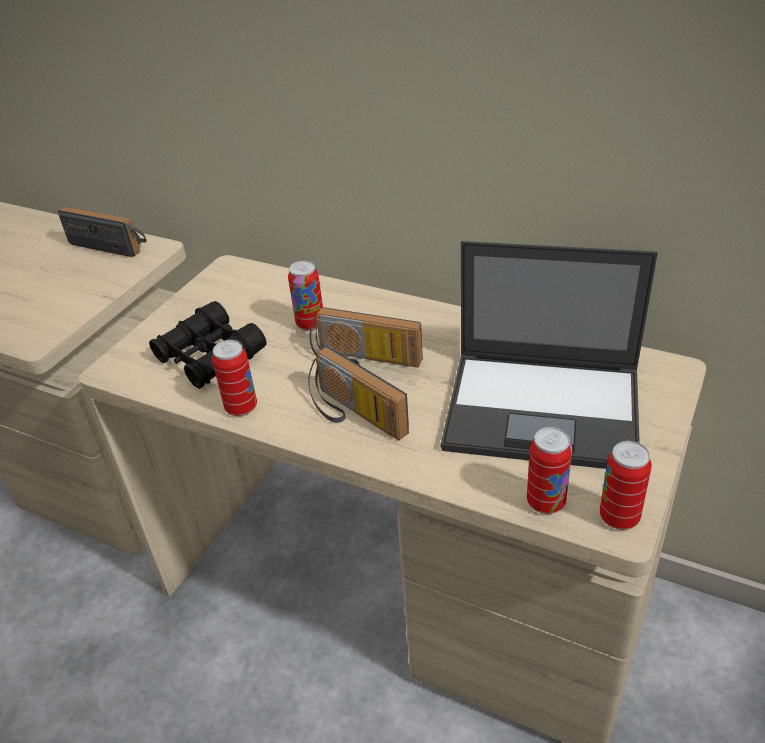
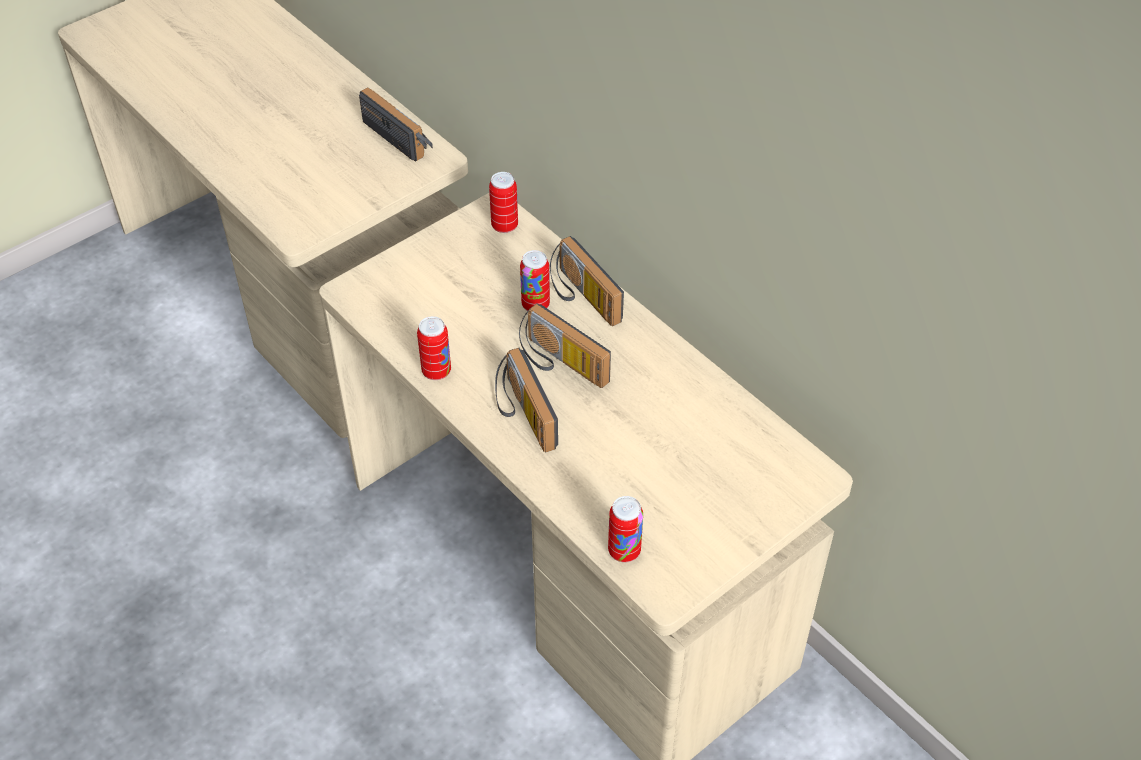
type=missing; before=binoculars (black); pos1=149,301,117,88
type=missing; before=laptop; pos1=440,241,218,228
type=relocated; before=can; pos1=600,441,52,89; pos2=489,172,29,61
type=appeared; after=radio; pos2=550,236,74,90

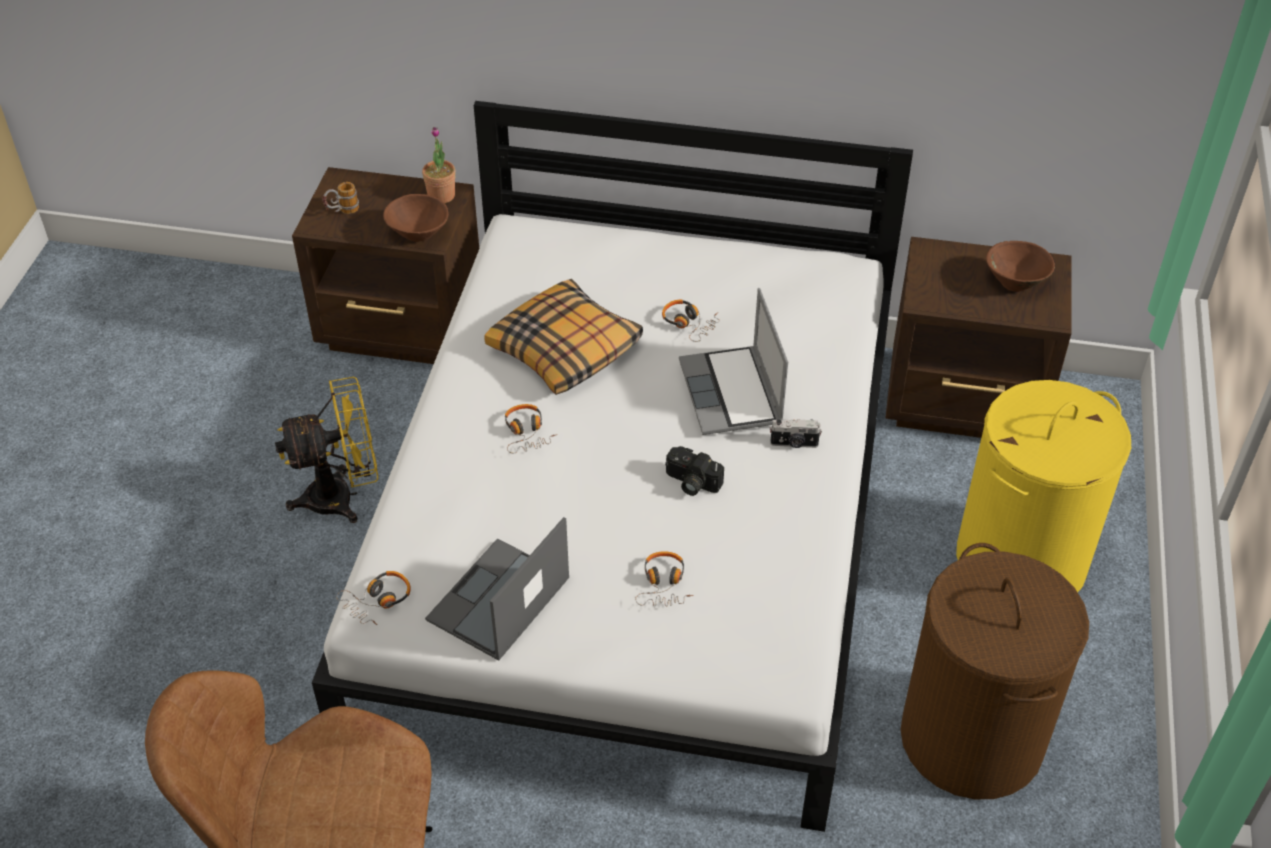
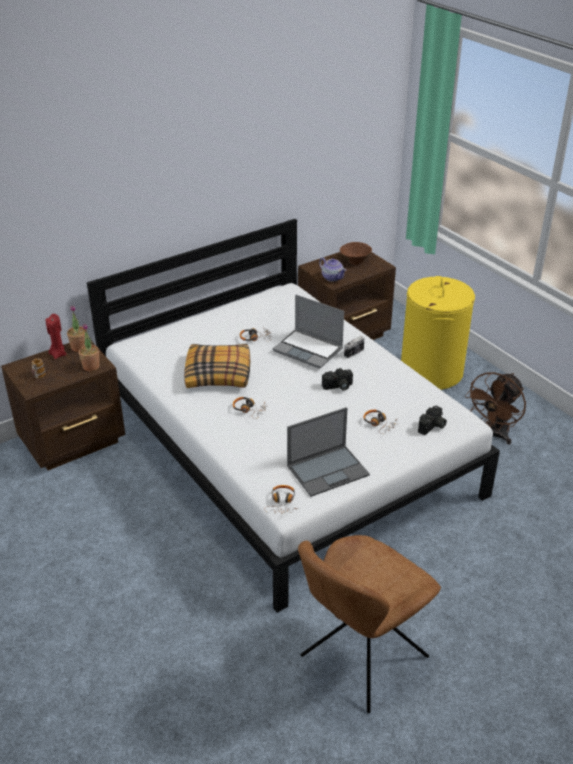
type=missing; before=fan (yellow); pos1=275,377,103,146
type=exchanged; before=bowl (brown); after=potted plant; pos1=383,194,66,48; pos2=79,324,21,47
type=spun; before=laptop; pos1=425,517,144,144; pos2=287,407,83,90; turn=-105
type=exchanged; before=laundry basket (brown); after=fan (brown); pos1=900,543,189,256; pos2=465,372,61,73
type=appeared; after=candle (red); pos2=46,314,20,45
type=appeared; after=teapot; pos2=319,258,28,24
type=appeared; after=photo camera; pos2=418,406,29,29

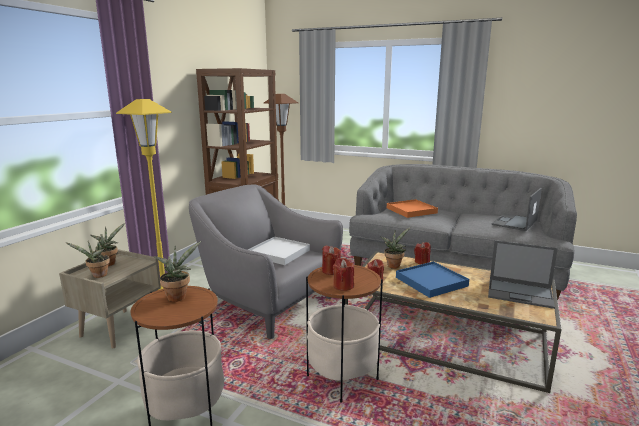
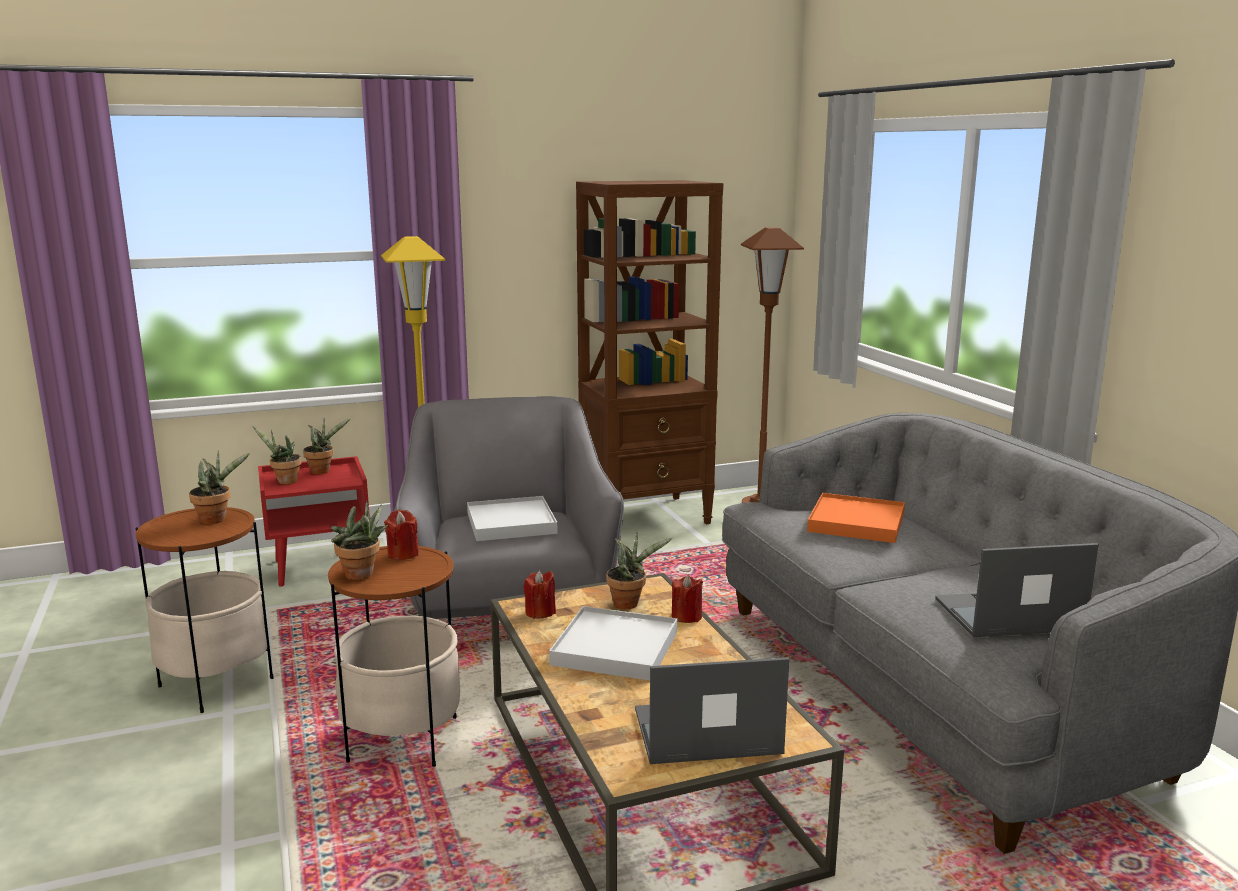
type=colour; before=nightstand (beige); after=nightstand (red); pos1=59,249,102,99; pos2=258,456,112,131
type=exchanged; before=candle (red); after=potted plant; pos1=333,258,21,33; pos2=331,501,57,79
type=colour; before=tray (blue); after=tray (white); pos1=396,261,73,37; pos2=549,606,128,75
type=spun; before=laptop; pos1=488,240,70,69; pos2=635,657,154,107; turn=105

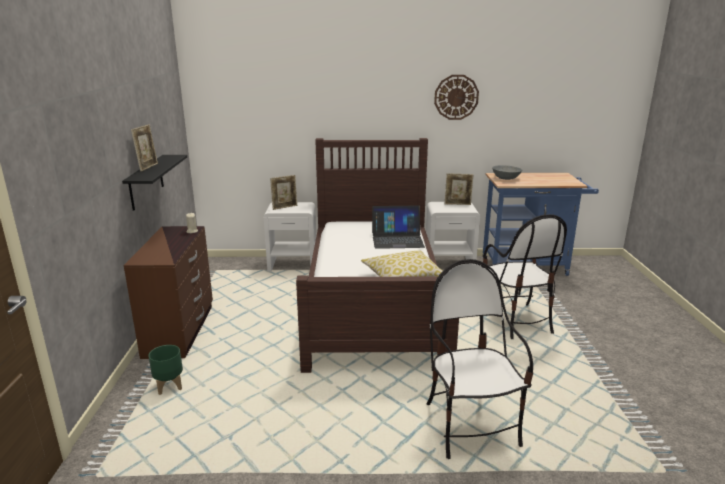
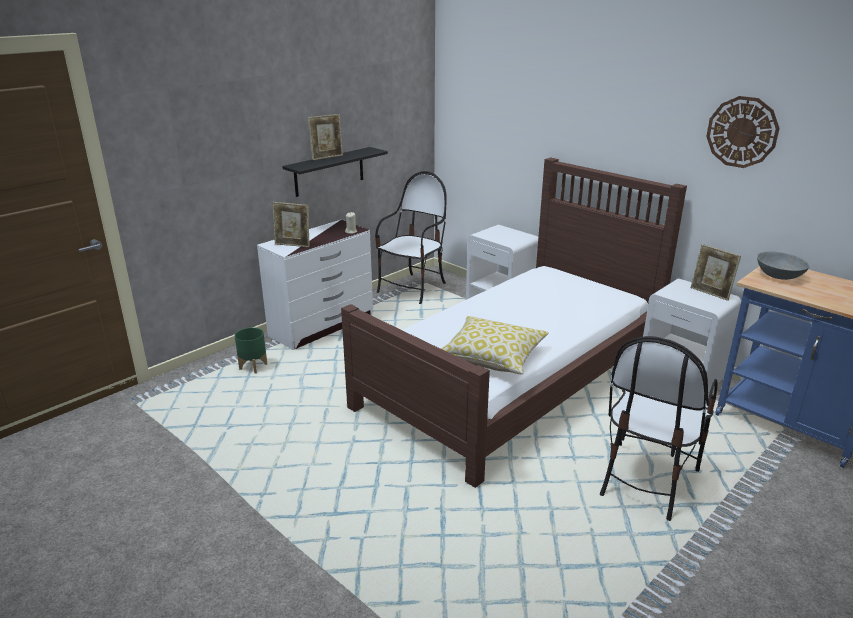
type=colour; before=dresser (brown); after=dresser (white); pos1=124,226,89,133; pos2=257,220,116,130
type=relocated; before=picture frame; pos1=270,175,27,35; pos2=273,202,37,45
type=missing; before=laptop; pos1=372,205,53,44
type=relocated; before=chair; pos1=427,259,106,200; pos2=375,171,72,133

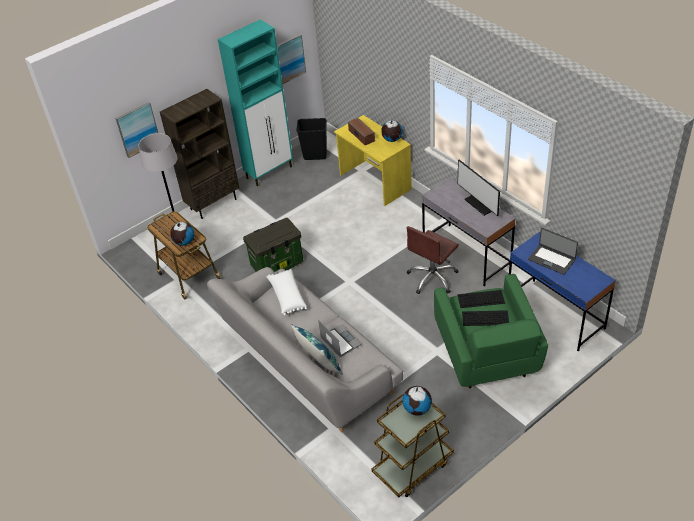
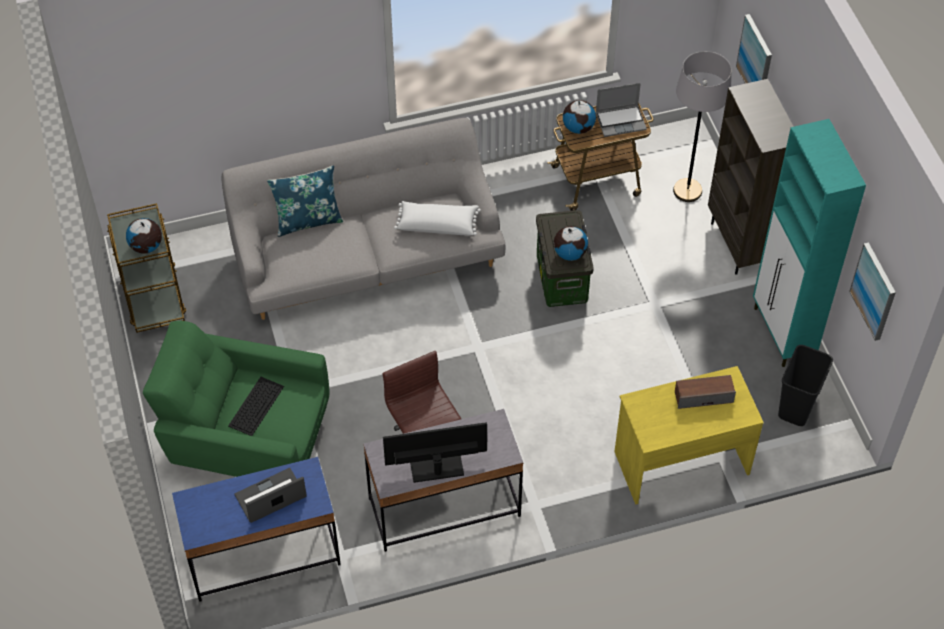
type=relocated; before=laptop; pos1=318,320,43,38; pos2=596,83,51,54
type=relocated; before=globe; pos1=381,120,22,22; pos2=554,226,34,35
type=missing; before=keyboard; pos1=457,290,48,18

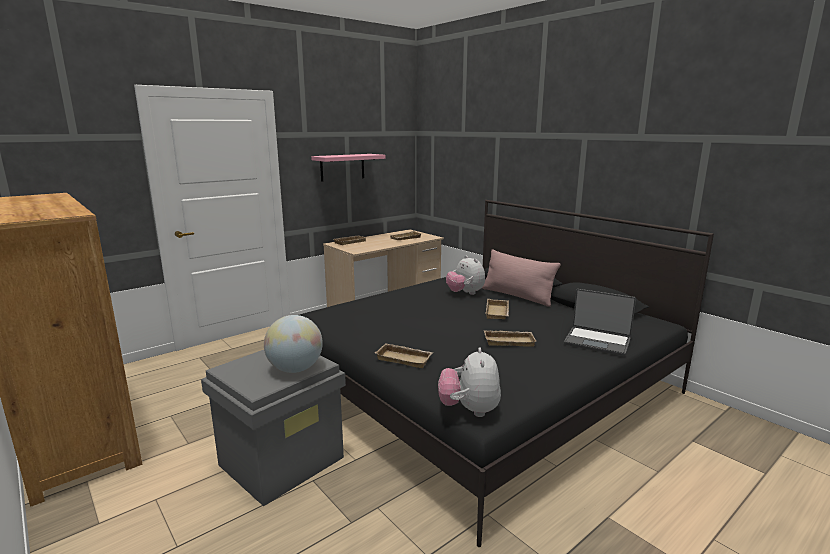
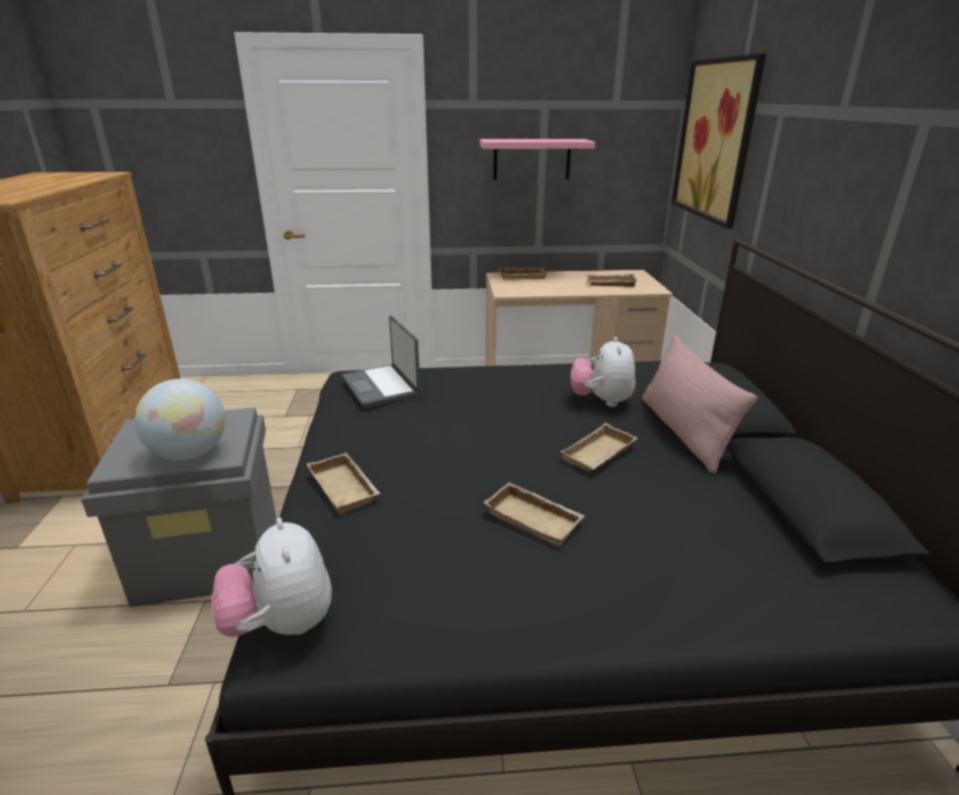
type=spun; before=plush toy; pos1=438,347,63,70; pos2=212,518,120,119; turn=-60
type=relocated; before=laptop; pos1=564,289,72,67; pos2=342,315,78,93
type=appeared; after=picture; pos2=671,53,95,176

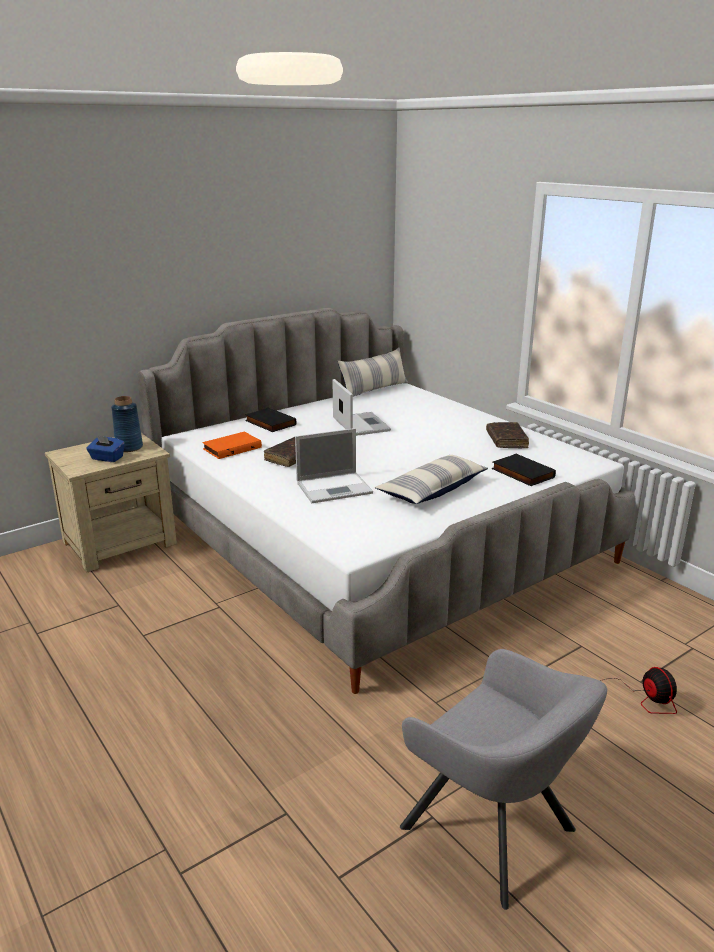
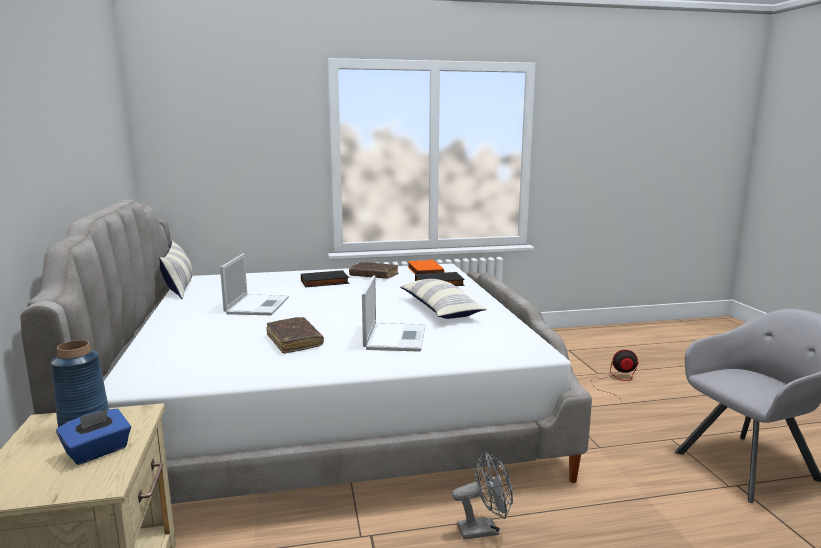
type=relocated; before=book (orange); pos1=202,431,60,28; pos2=408,260,36,14
type=relocated; before=book (black); pos1=245,408,52,24; pos2=301,270,48,17
type=spun; before=laptop; pos1=333,379,58,57; pos2=220,253,69,62; turn=90
type=appeared; after=fan (grey); pos2=452,452,61,88

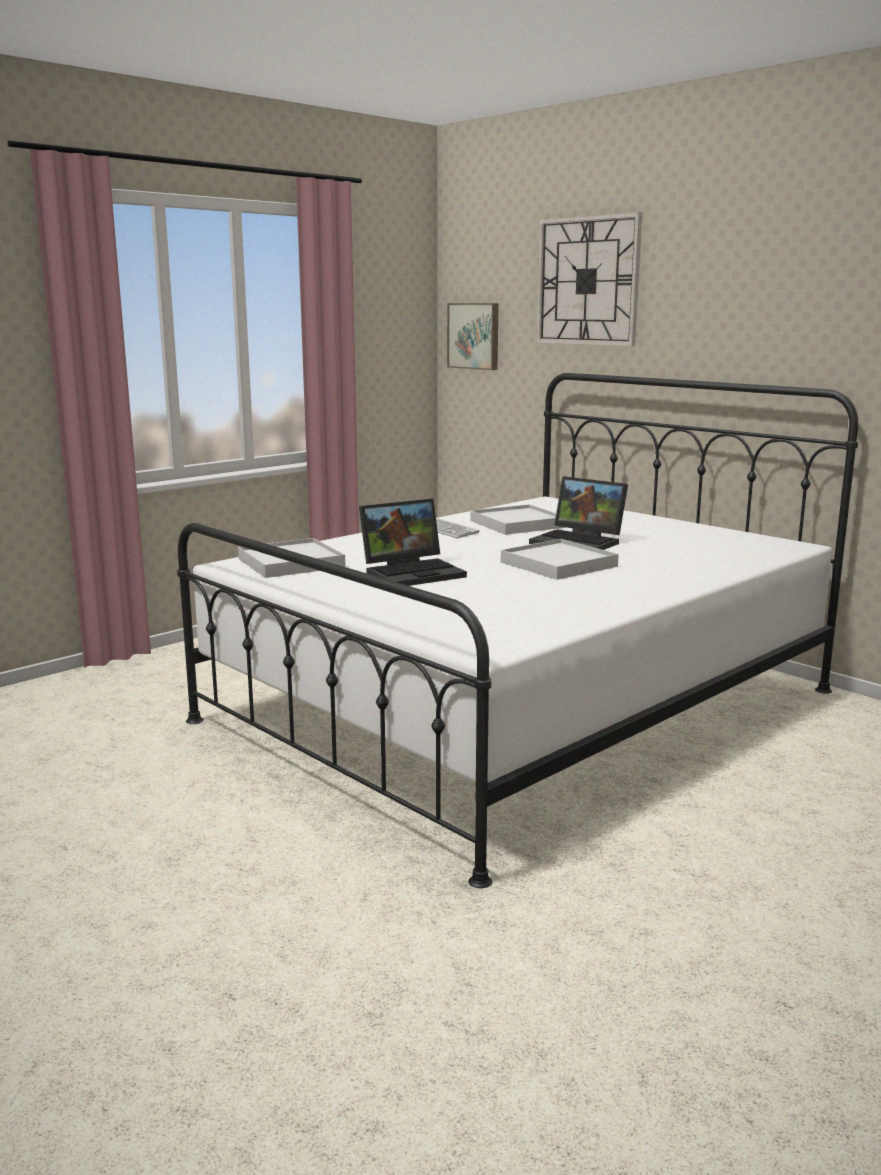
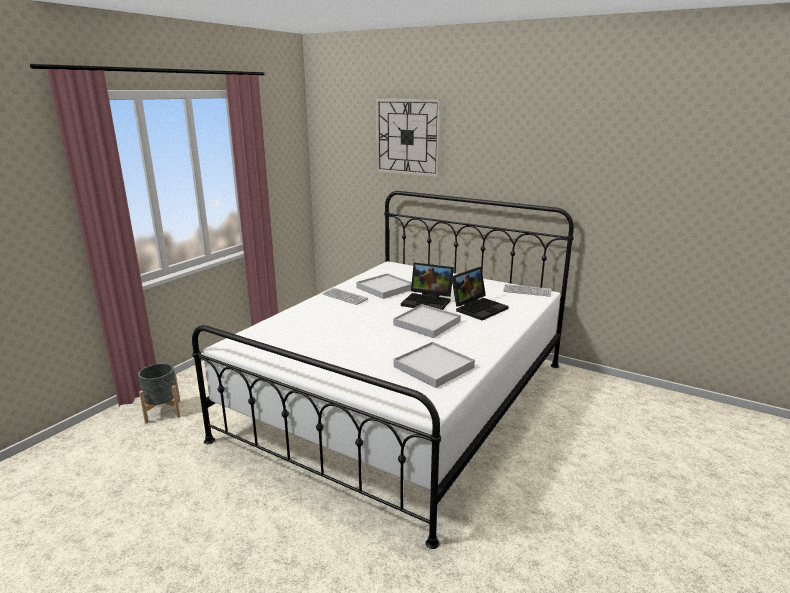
type=relocated; before=tray (white); pos1=238,538,107,40; pos2=393,342,82,46
type=relocated; before=laptop; pos1=359,499,108,87; pos2=451,267,58,53
type=missing; before=picture; pos1=447,303,52,67
type=appeared; after=planter (grey); pos2=138,363,43,60
type=appeared; after=keyboard; pos2=503,284,48,13

